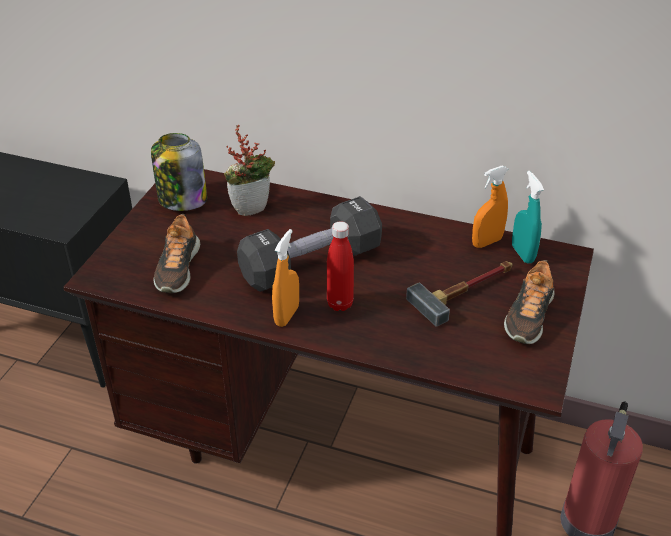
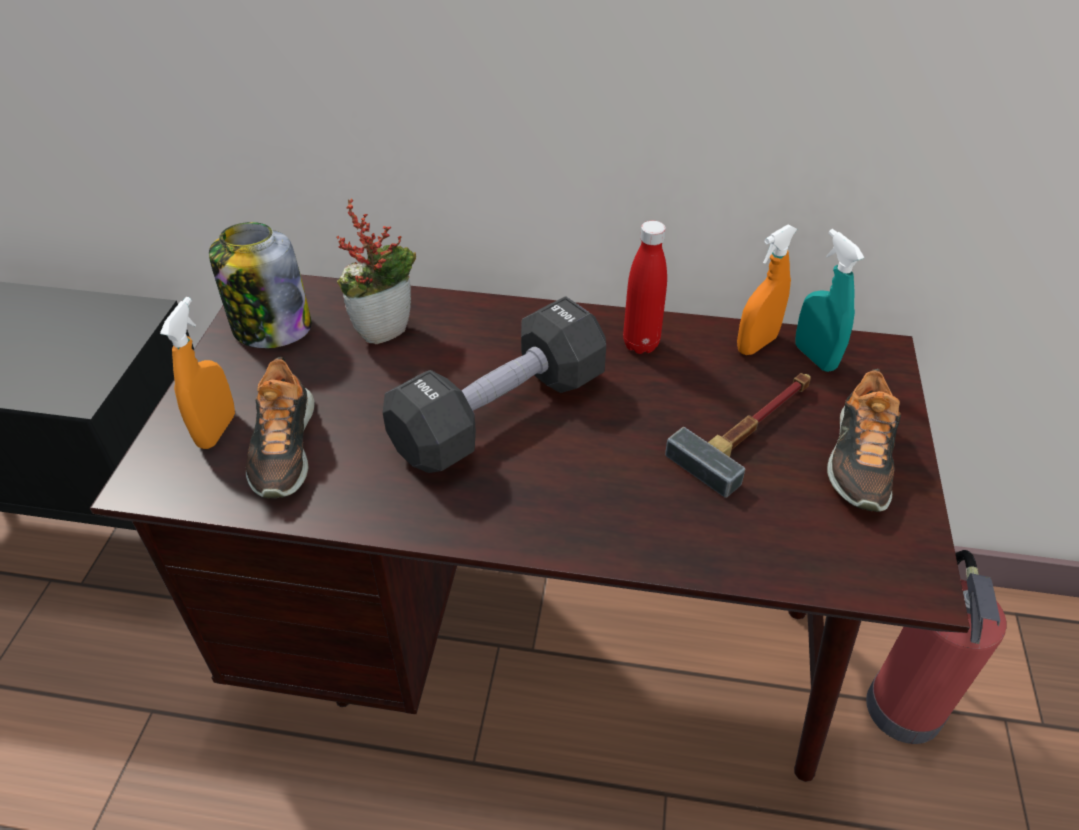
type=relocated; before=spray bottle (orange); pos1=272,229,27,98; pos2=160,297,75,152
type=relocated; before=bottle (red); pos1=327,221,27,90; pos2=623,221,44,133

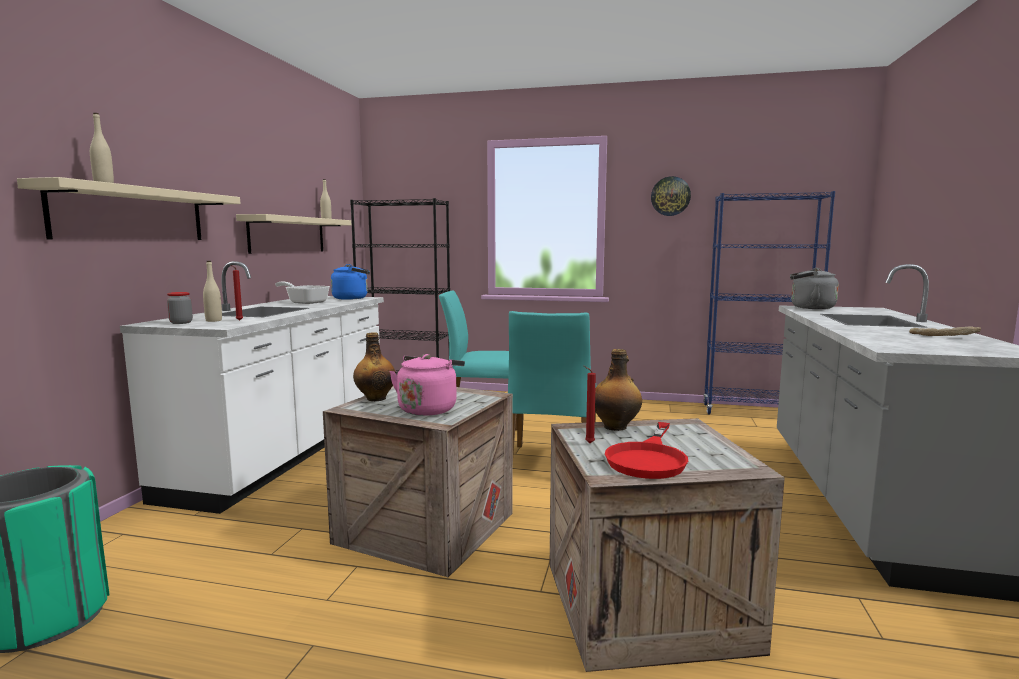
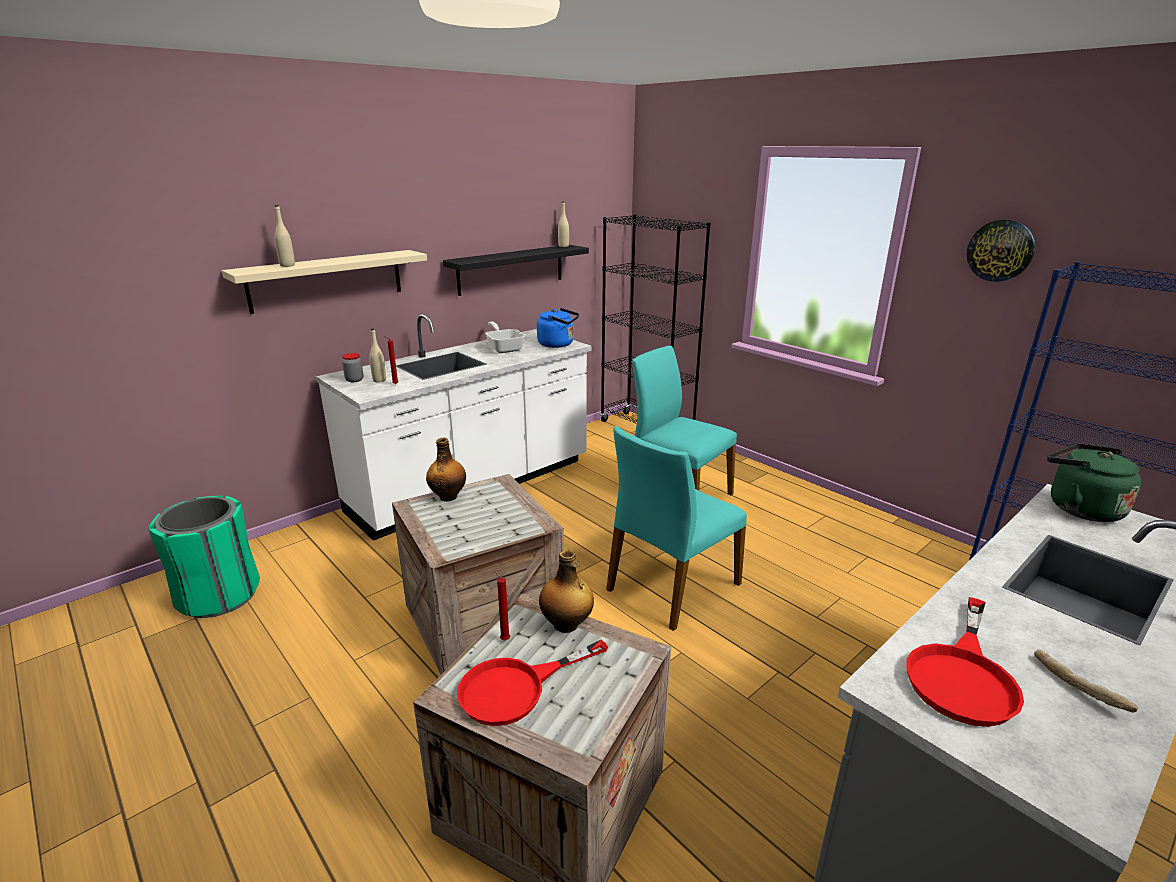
type=colour; before=shelf (beige); after=shelf (black); pos1=236,214,115,40; pos2=443,245,146,51
type=missing; before=kettle (pink); pos1=390,354,75,62
type=colour; before=kettle (grey); after=kettle (green); pos1=790,268,49,41; pos2=1047,444,94,78
type=appeared; after=frying pan (red); pos2=906,597,118,130

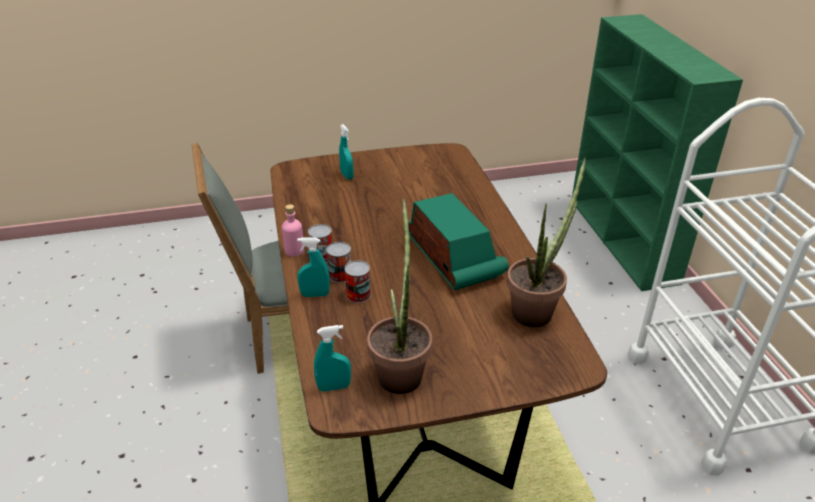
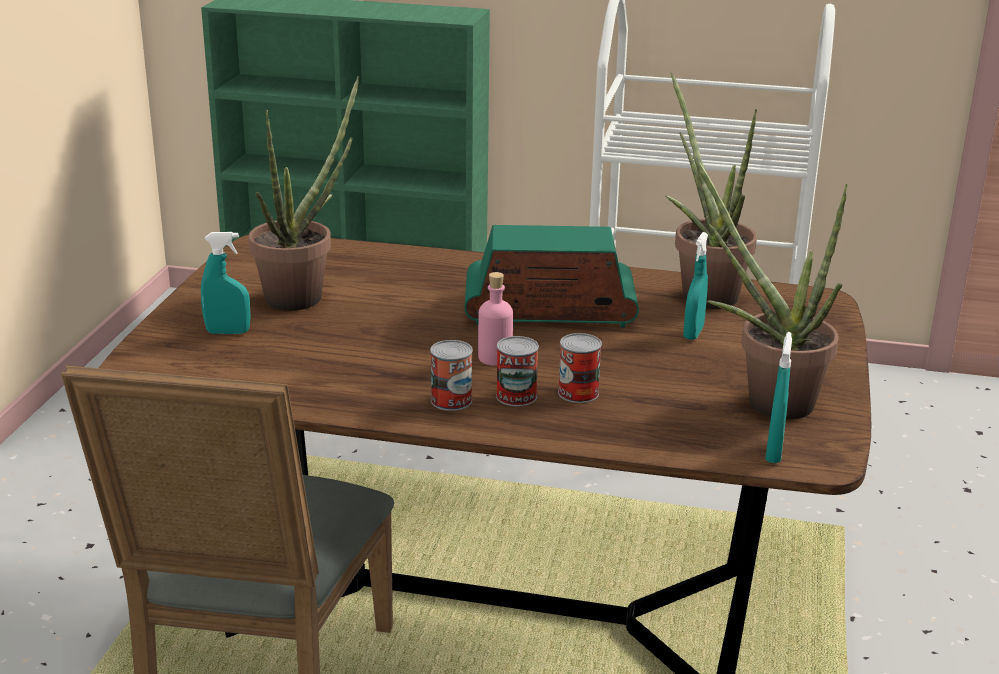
type=relocated; before=bottle (pink); pos1=282,204,22,53; pos2=478,272,35,94
type=relocated; before=spray bottle (turquoise); pos1=297,237,33,60; pos2=684,232,24,108
type=appeared; after=potted plant; pos2=248,76,111,235

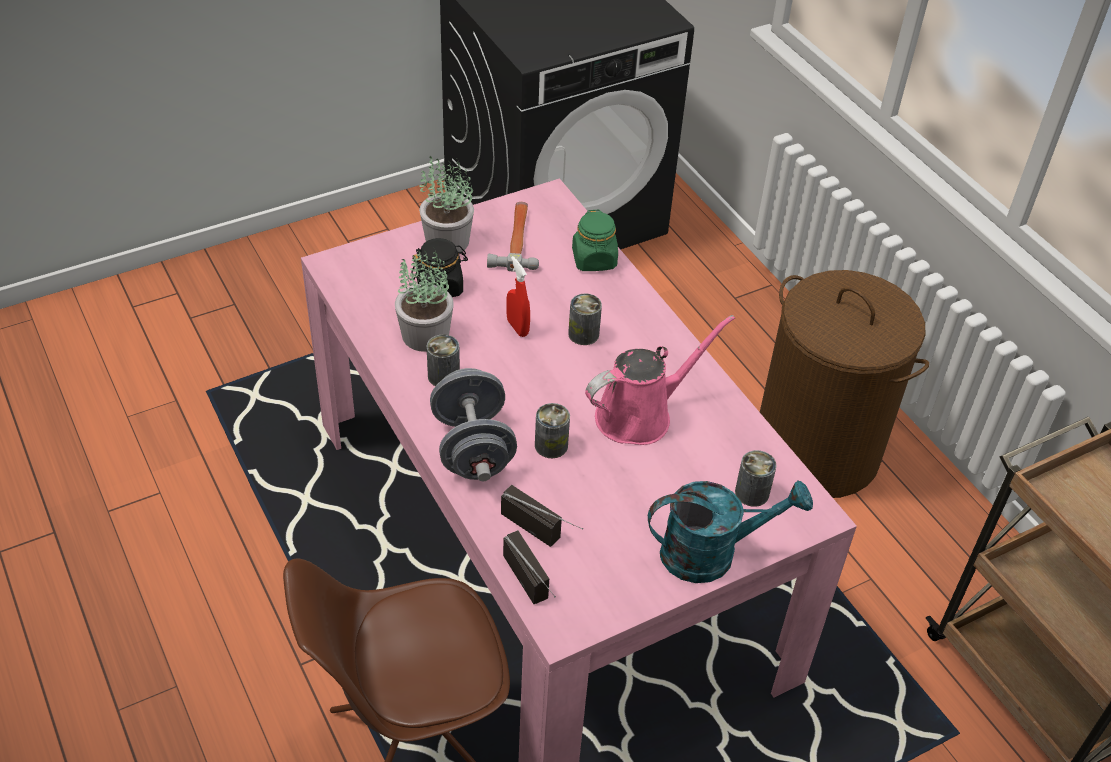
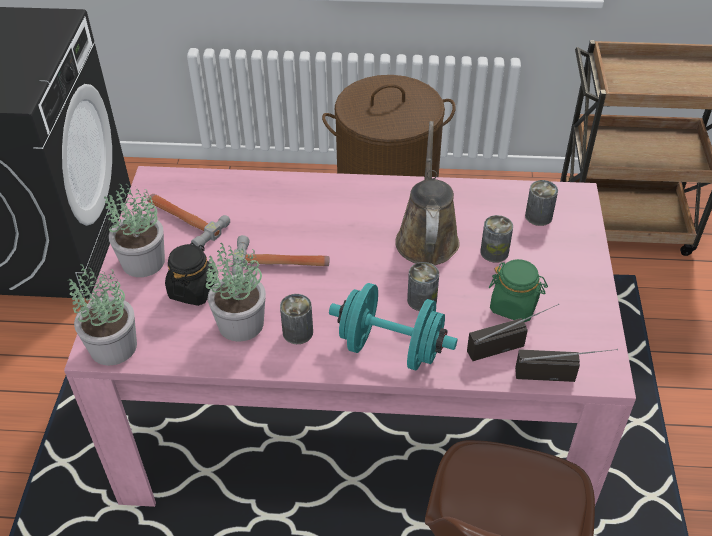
type=colour; before=dumbbell (grey); after=dumbbell (turquoise); pos1=430,368,87,113; pos2=329,283,129,87
type=exchanged; before=spray bottle (red); after=hammer; pos1=506,256,24,81; pos2=232,235,98,40
type=relocated; before=can; pos1=568,294,34,51; pos2=480,215,33,48
type=relocated; before=jar (green); pos1=572,210,46,61; pos2=489,259,59,63
type=colour; before=watering can (pink); after=watering can (brown); pos1=585,315,150,130; pos2=395,121,65,144
type=missing; before=watering can (turquoise); pos1=648,481,165,102
type=appeared; after=potted plant; pos2=69,264,68,102

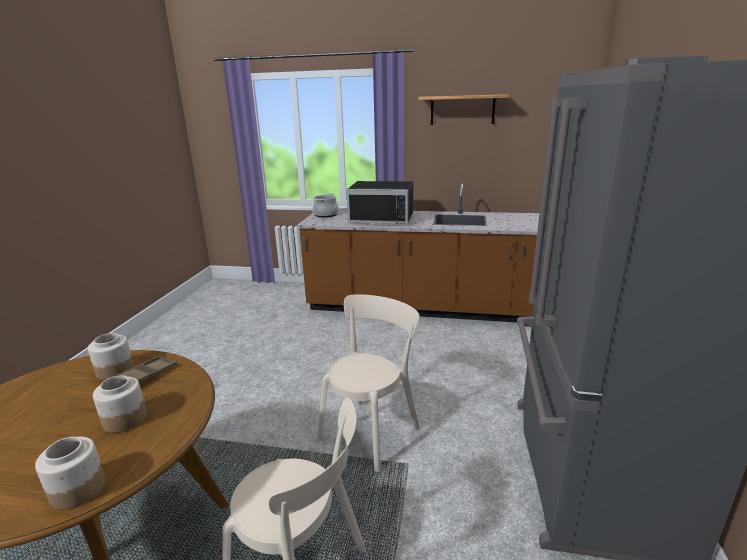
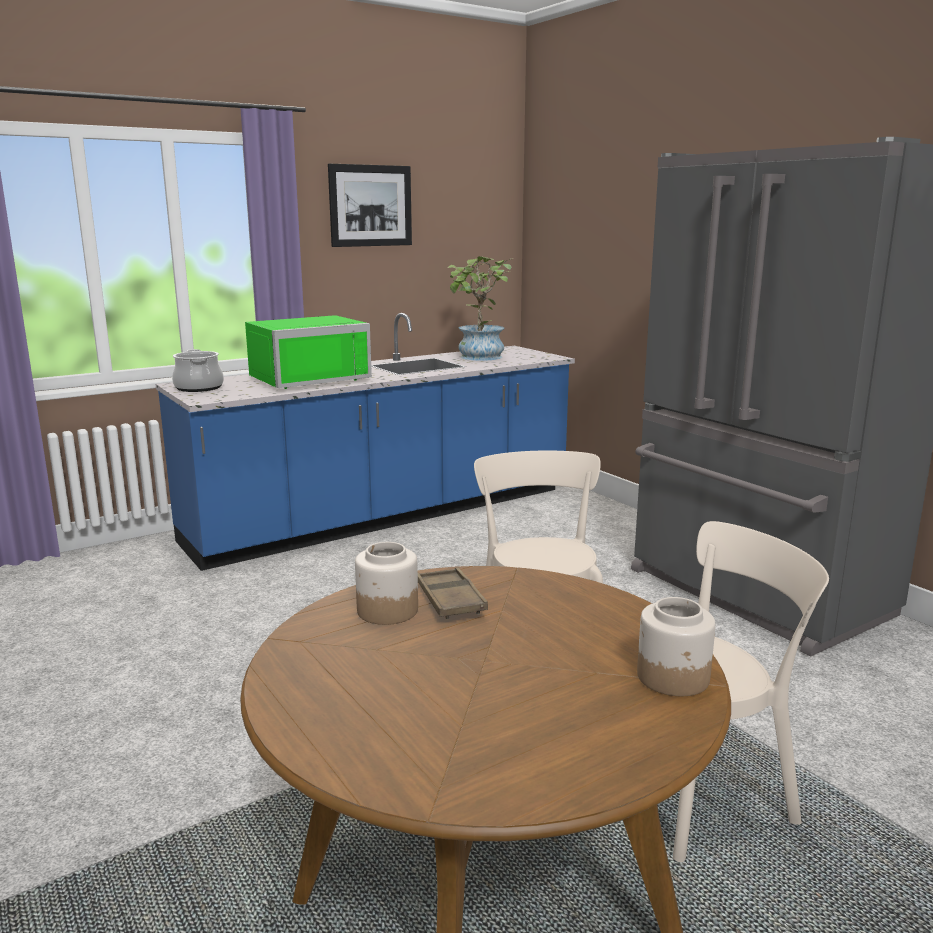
type=missing; before=jar; pos1=93,375,54,58
type=colour; before=counter (brown); after=counter (blue); pos1=297,183,242,139; pos2=156,313,419,258
type=colour; before=microwave (black); after=microwave (green); pos1=346,181,67,43; pos2=245,315,127,74
type=exchanged; before=shelf; after=picture; pos1=418,94,91,31; pos2=328,164,84,83
type=appeared; after=potted plant; pos2=448,256,63,105

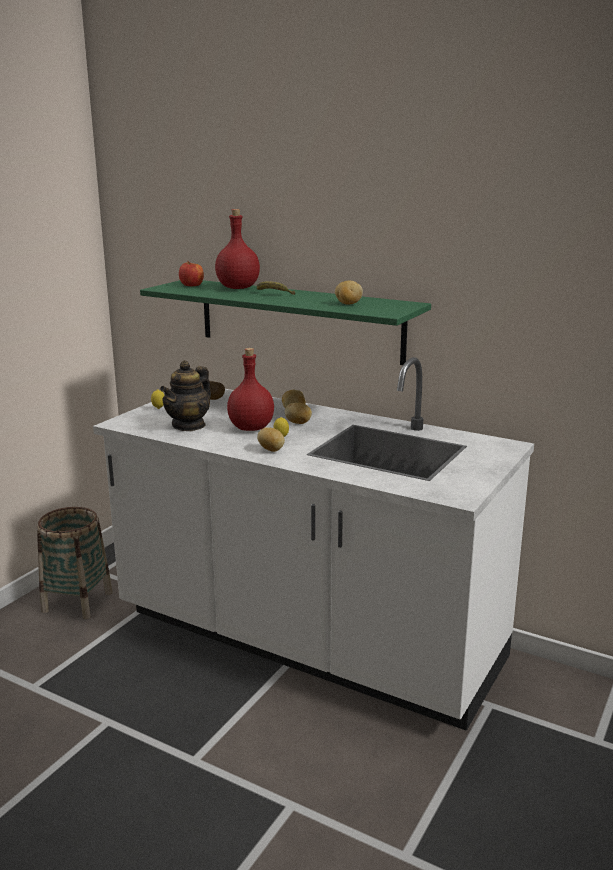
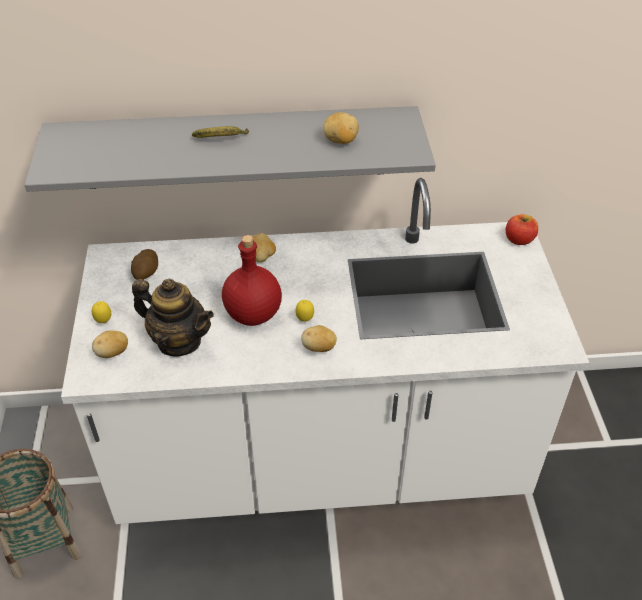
type=colour; before=shelf (green); after=shelf (grey); pos1=140,280,291,85; pos2=25,106,411,86
type=spun; before=teapot; pos1=160,360,51,71; pos2=132,278,82,79; turn=-60
type=relocated; before=apple; pos1=179,261,25,25; pos2=506,214,32,31
type=missing; before=bottle (red); pos1=215,209,45,80
type=relocated; before=potato; pos1=285,403,27,21; pos2=92,330,36,28

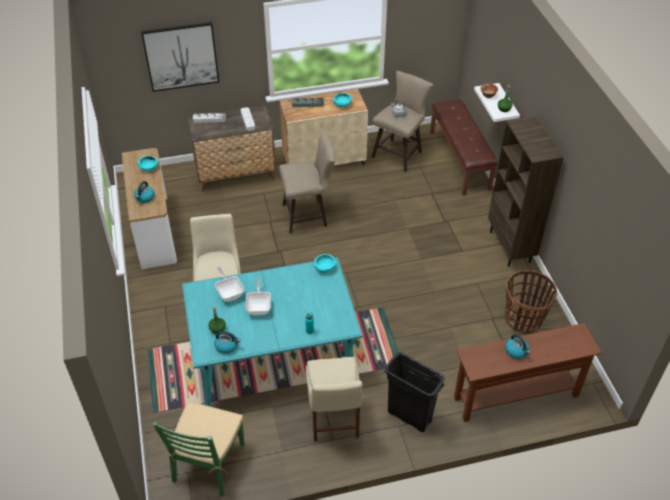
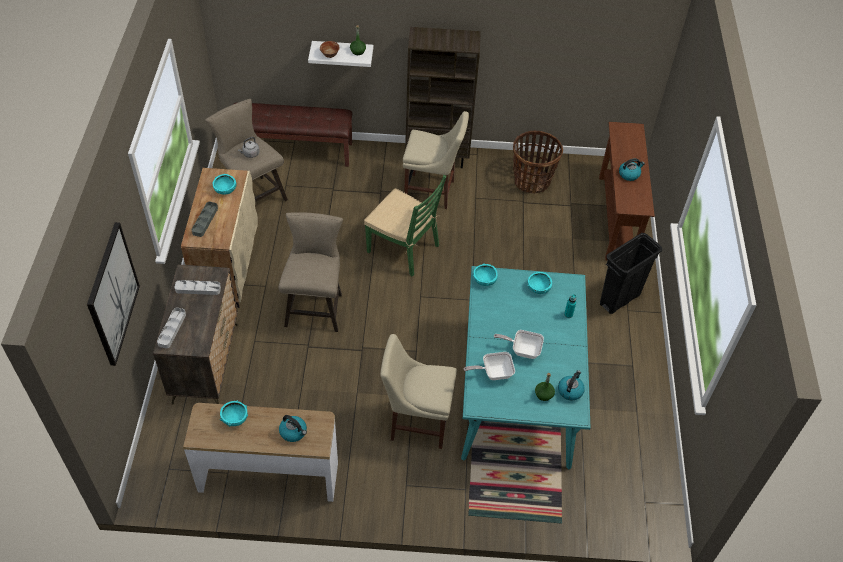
type=relocated; before=chair (green); pos1=153,401,92,95; pos2=364,175,82,101
type=relocated; before=chair (beige); pos1=306,357,57,85; pos2=403,111,66,98
type=appeared; after=bowl (turquoise); pos2=528,271,24,23

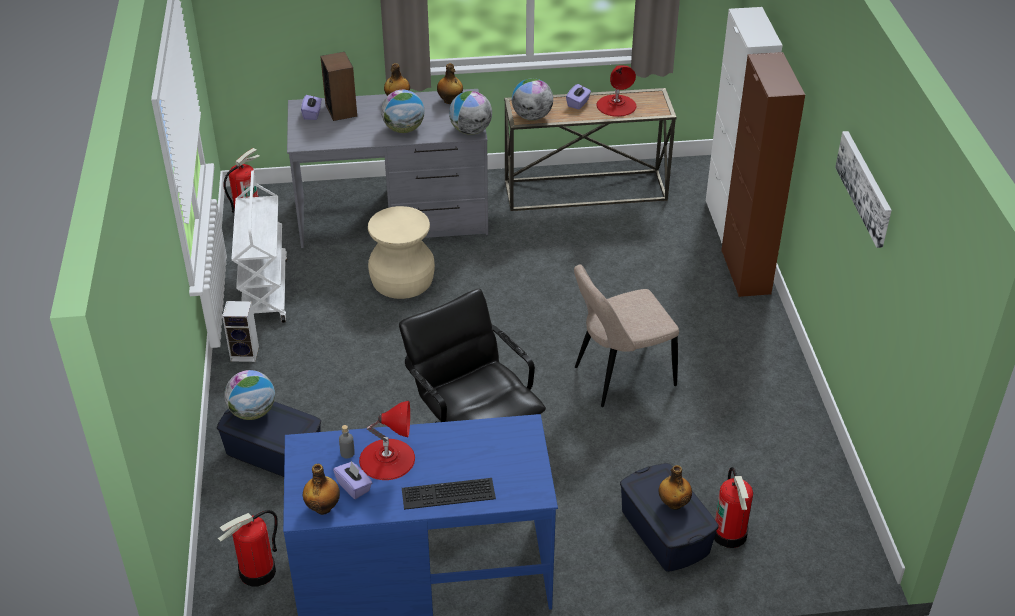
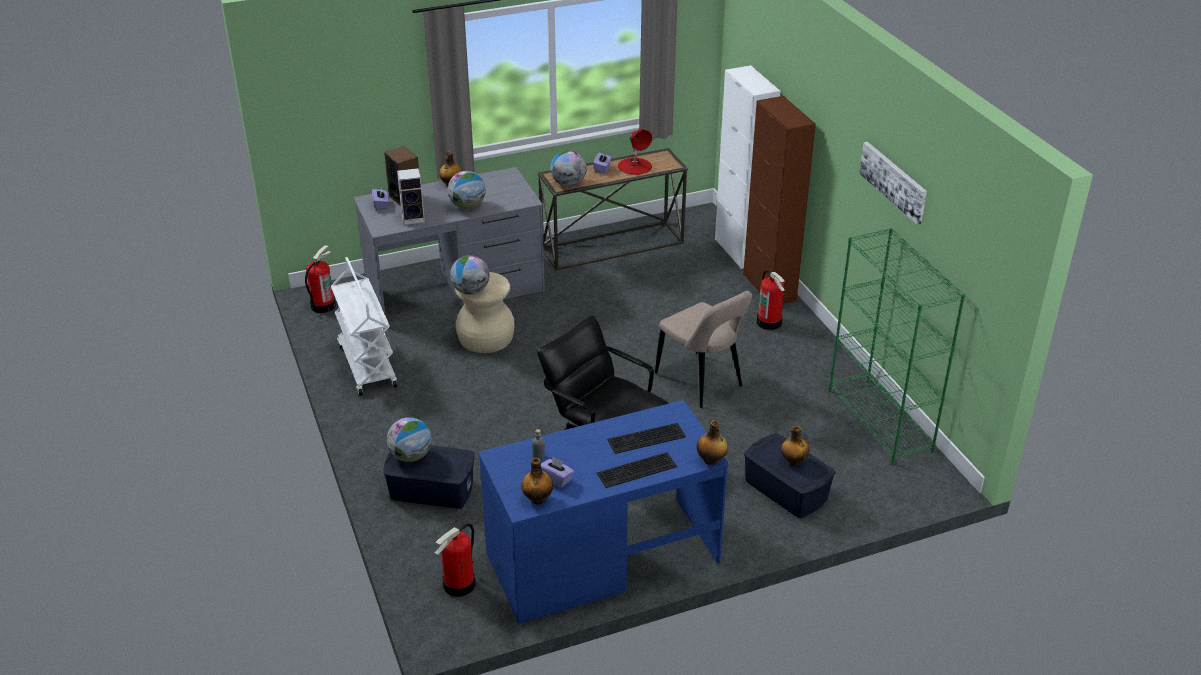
type=relocated; before=speaker; pos1=222,301,37,61; pos2=397,168,28,57
type=missing; before=table lamp (red); pos1=359,401,56,79
type=relocated; before=bottle; pos1=437,63,26,41; pos2=697,420,31,45
type=relocated; before=globe; pos1=449,91,43,44; pos2=450,255,40,40
type=spun; before=chair (beige); pos1=574,264,105,143; pos2=655,291,97,117; turn=-90
type=relocated; before=fire extinguisher; pos1=714,467,39,81; pos2=757,270,28,60
type=appeared; after=keyboard; pos2=607,423,79,31
type=appeared; after=bookcase (green); pos2=829,228,136,236

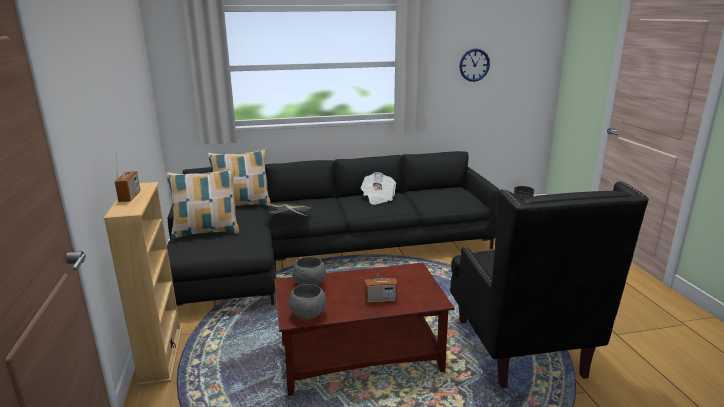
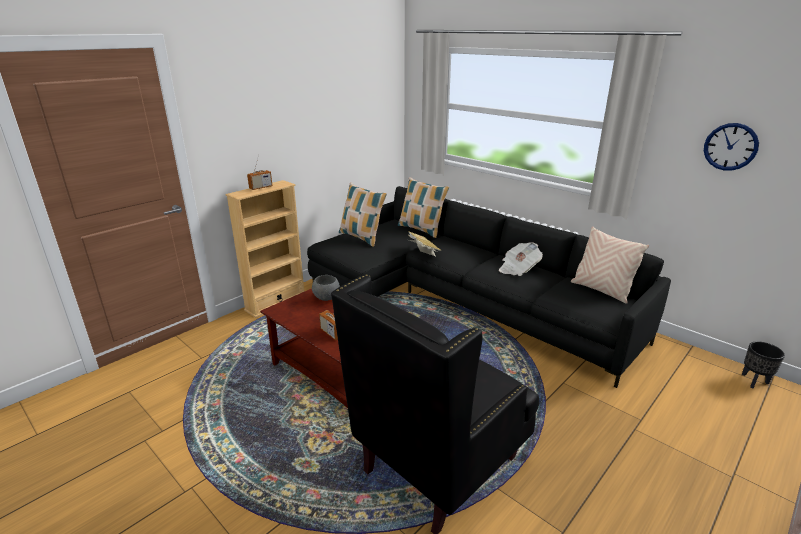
type=missing; before=bowl (grey); pos1=289,284,37,35
type=appeared; after=pillow (beige); pos2=571,226,78,78

